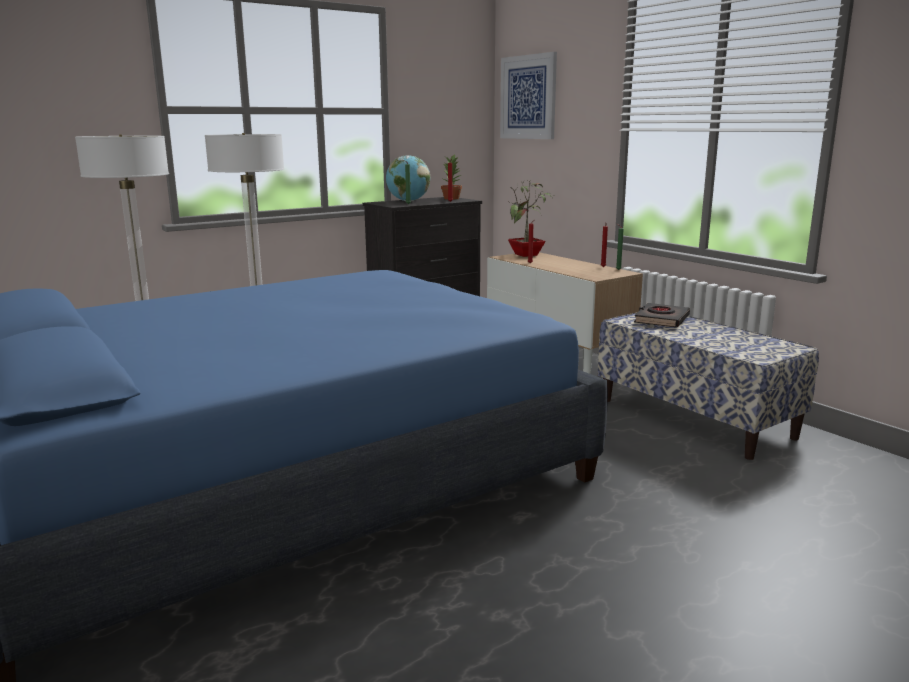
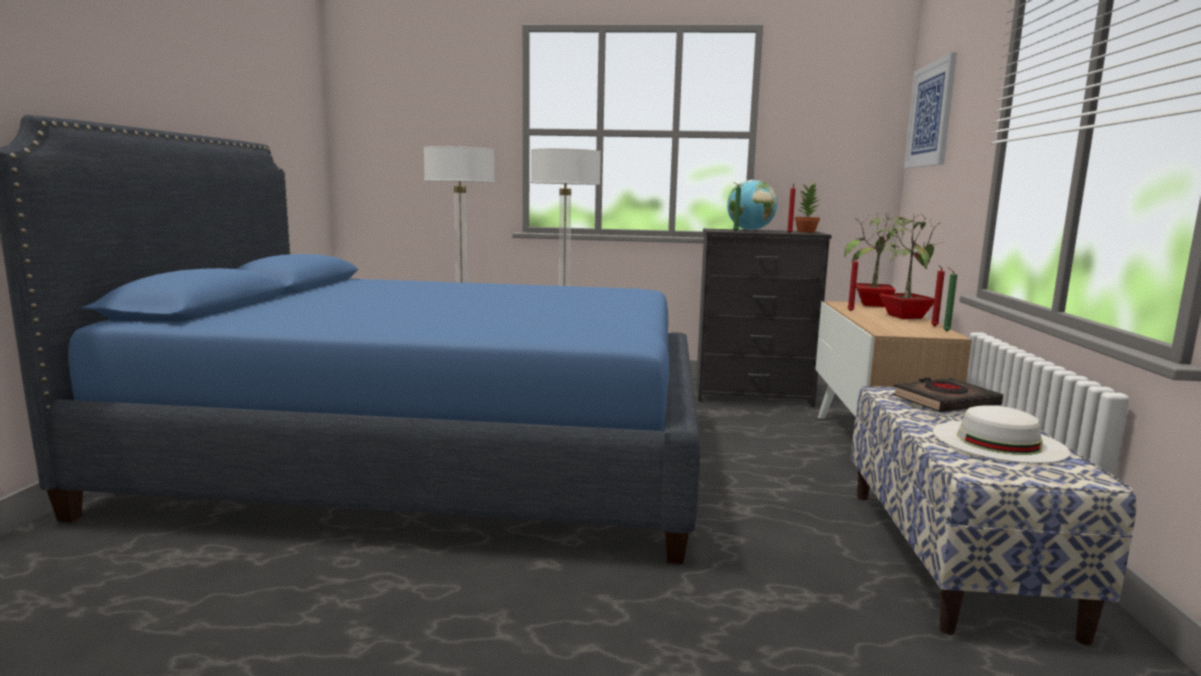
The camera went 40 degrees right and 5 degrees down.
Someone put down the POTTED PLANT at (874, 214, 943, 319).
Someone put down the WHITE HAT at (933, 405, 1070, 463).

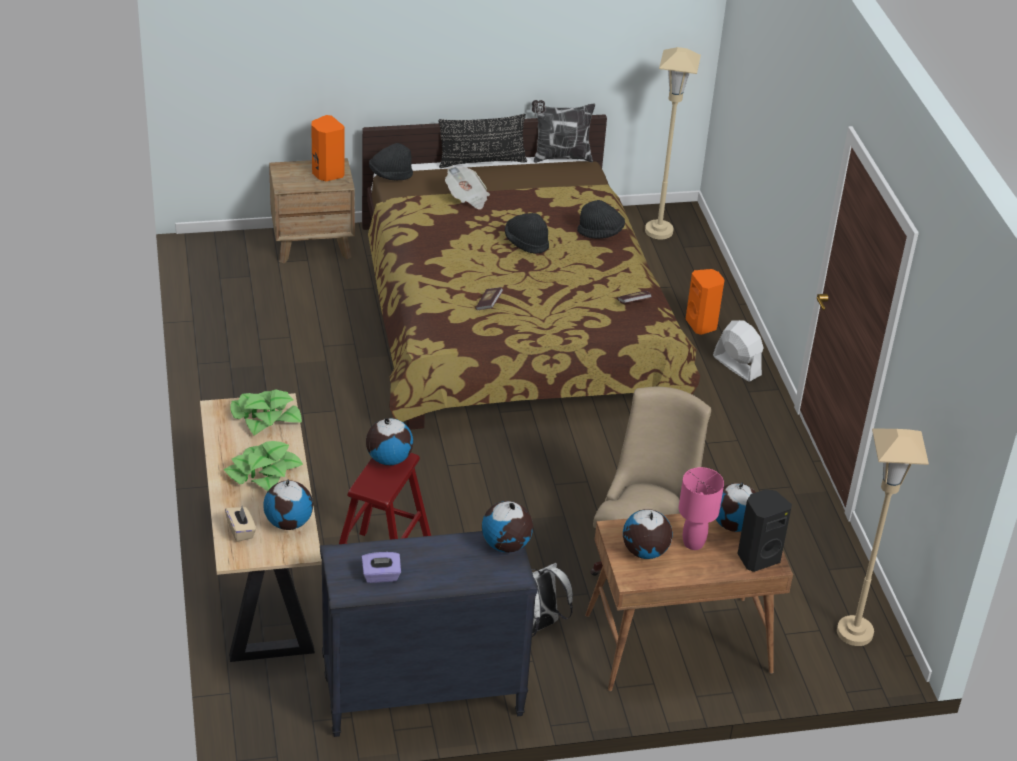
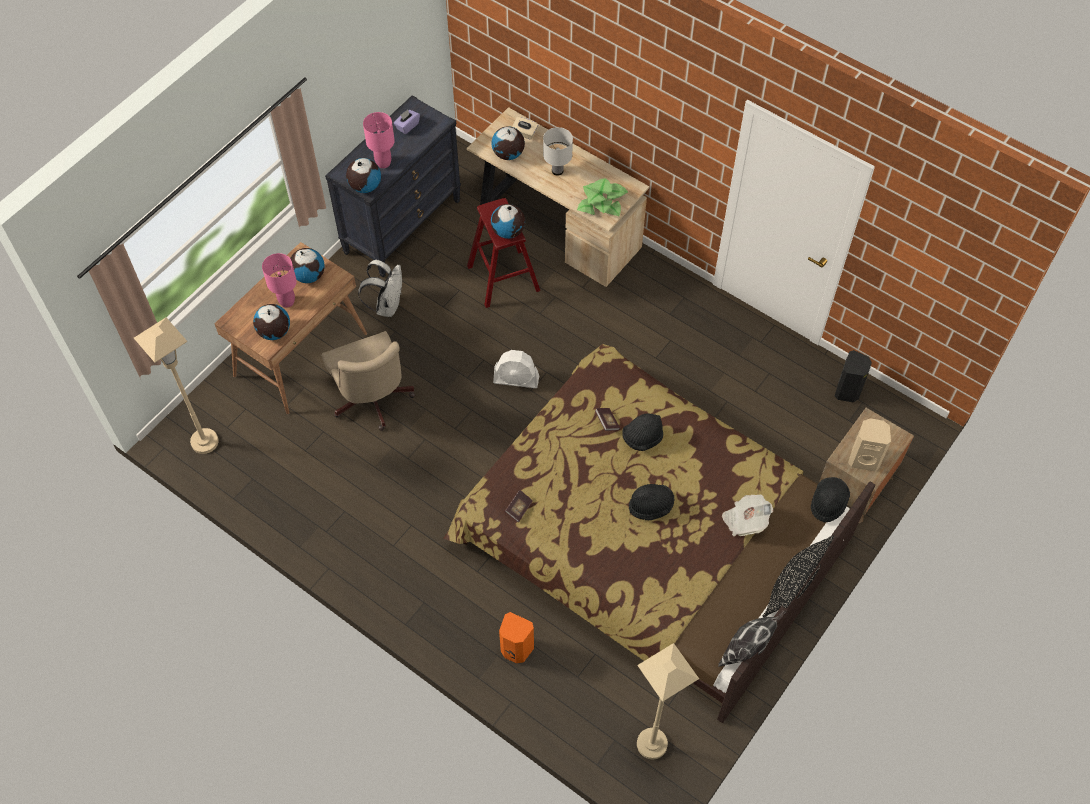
The camera went 140 degrees right and 20 degrees up.
Someone swapped the POTTED PLANT at (224, 441, 303, 491) for the WHITE TABLE LAMP at (543, 127, 573, 176).
Someone repainted the ORANGE SPEAKER at (311, 115, 345, 181), which became the BEIGE SPEAKER at (848, 418, 891, 471).
Someone carried the BLACK HAT from (577, 200, 625, 239) to (623, 413, 663, 451).
Someone carried the WHITE FAN from (713, 320, 764, 382) to (493, 350, 539, 388).
Someone carried the BLACK SPEAKER from (737, 489, 792, 572) to (835, 350, 872, 402).
Someone put down the PINK TABLE LAMP at (363, 112, 395, 168).

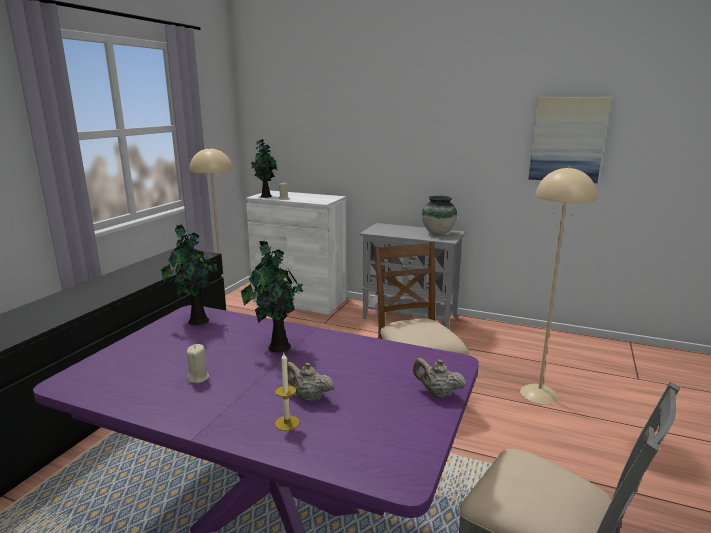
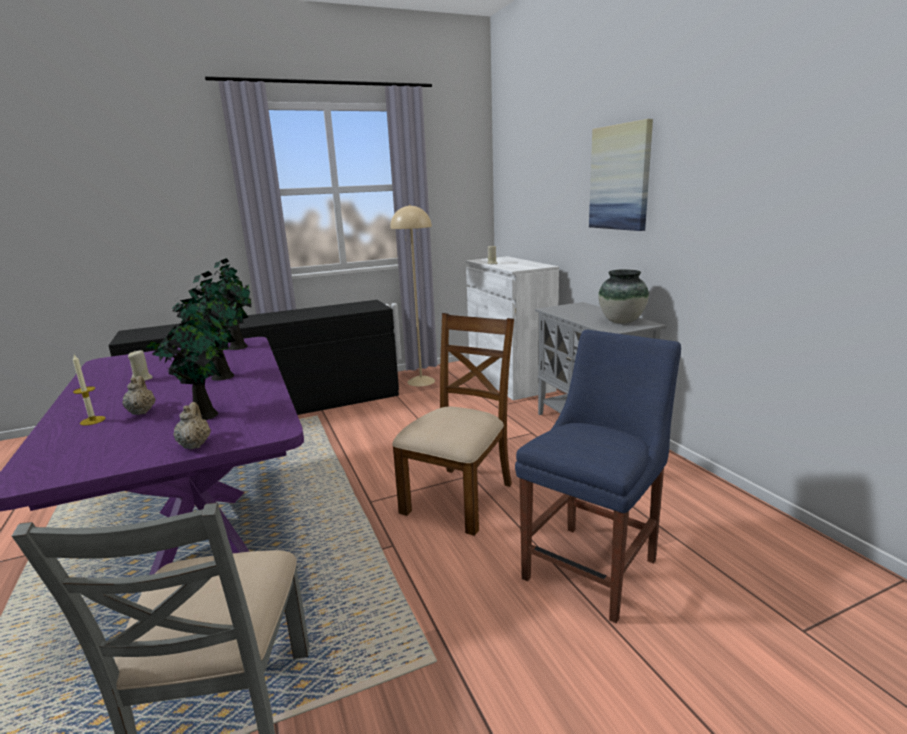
The camera went 45 degrees right and 0 degrees up.
Someone carried the POTTED PLANT from (251, 139, 278, 198) to (146, 288, 230, 420).
Someone swapped the BEIGE FLOOR LAMP at (520, 166, 597, 405) for the BLUE CHAIR at (515, 330, 681, 623).
Someone carried the PICTURE from (529, 97, 610, 183) to (589, 119, 653, 231).

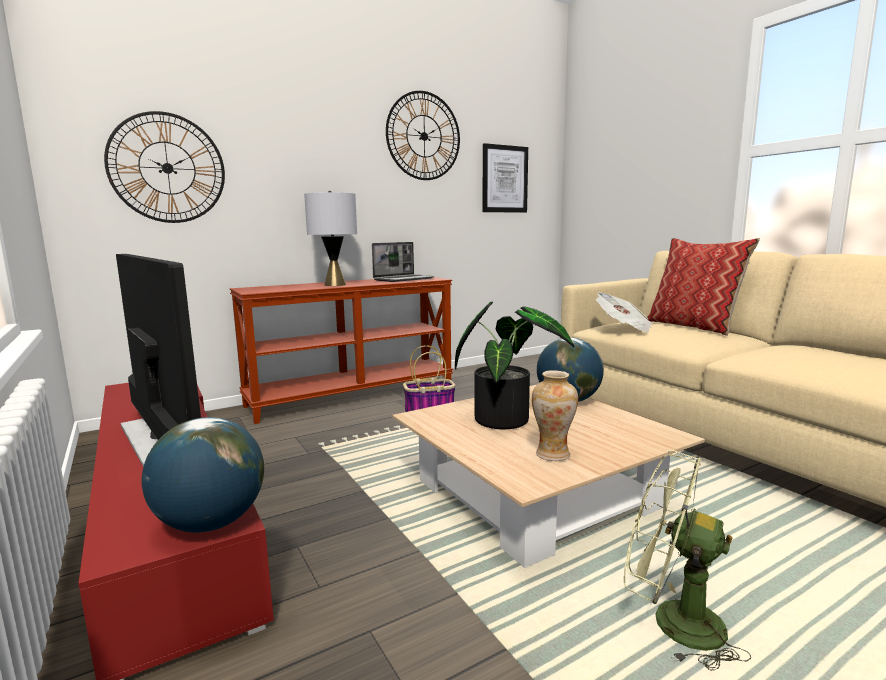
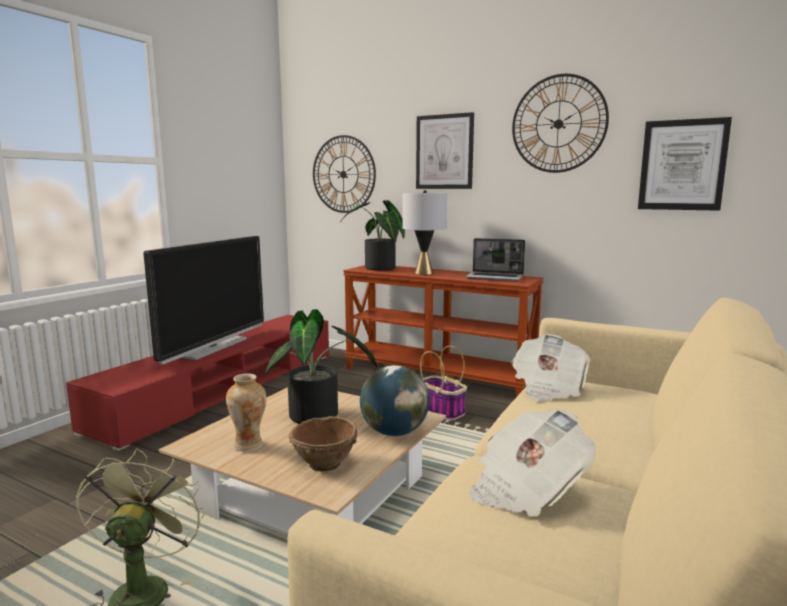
The camera went 60 degrees right and 0 degrees up.
Someone took away the GLOBE at (142, 417, 264, 532).
Someone took away the PILLOW at (647, 238, 760, 336).
Someone put down the BROWN BOWL at (289, 416, 358, 471).
Someone put down the POTTED PLANT at (340, 200, 405, 271).
Someone put up the PICTURE at (416, 112, 474, 189).
Someone put down the NEWSPAPER at (469, 410, 596, 517).

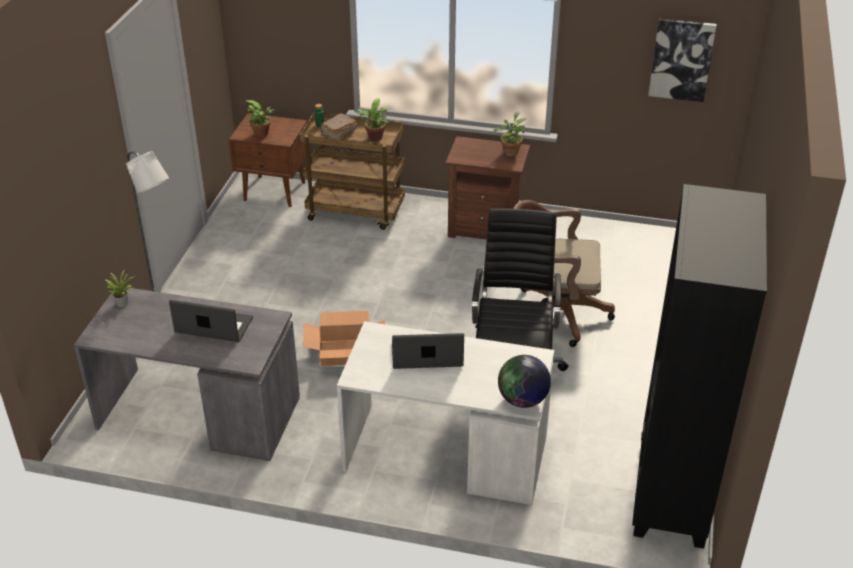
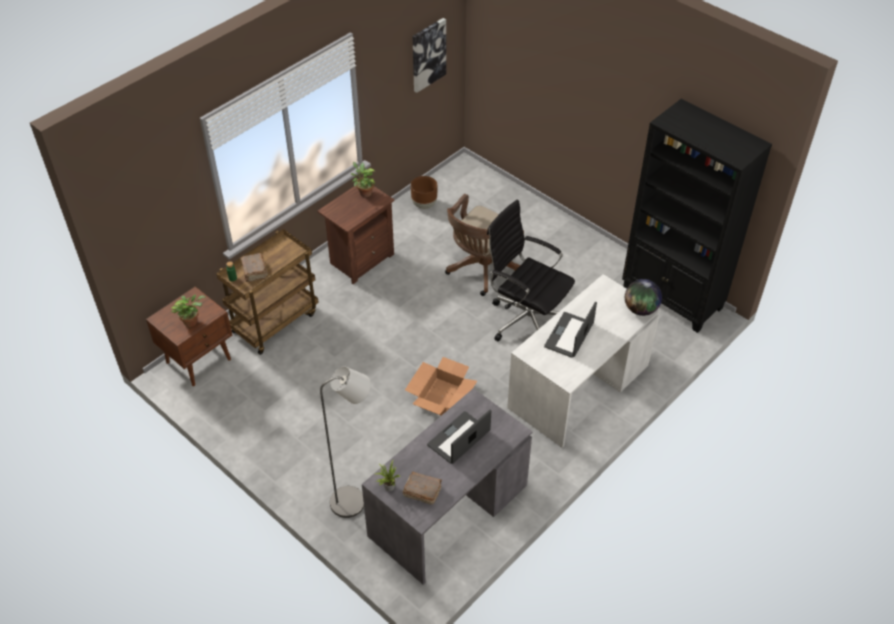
The camera went 60 degrees left and 10 degrees up.
Someone took away the POTTED PLANT at (356, 98, 389, 141).
Someone put down the BROWN BOOK at (403, 472, 442, 505).
Someone put down the BROWN PLANTER at (411, 176, 437, 209).

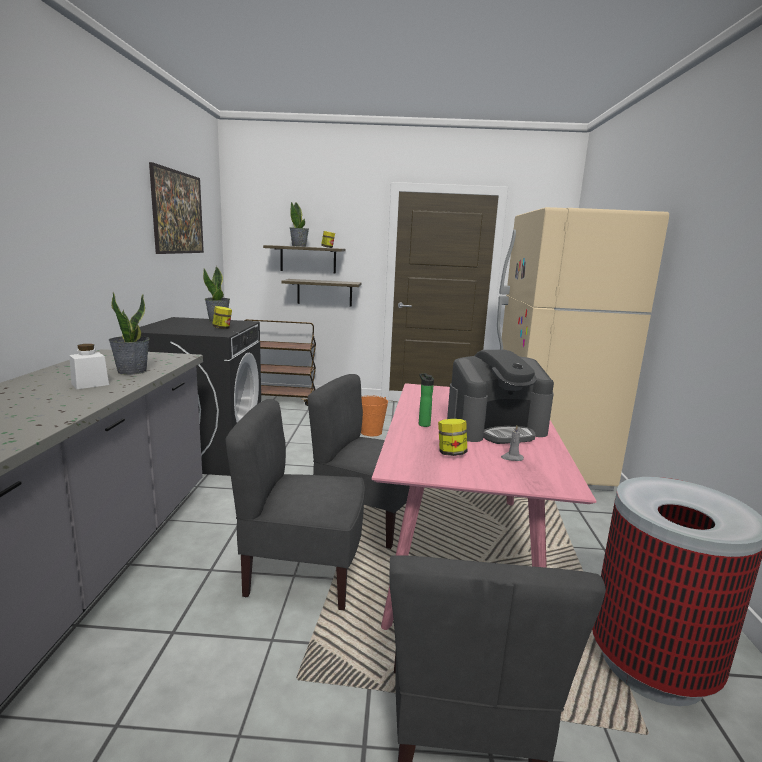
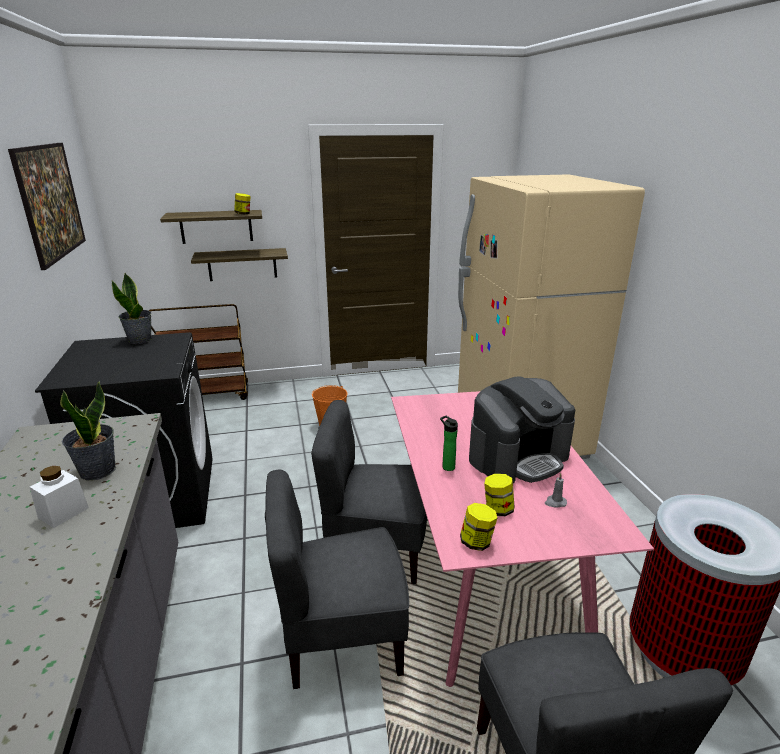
The camera went 15 degrees left and 10 degrees up.
Someone carried the JAR from (212, 306, 232, 329) to (460, 503, 497, 551).
Someone took away the POTTED PLANT at (290, 202, 309, 247).

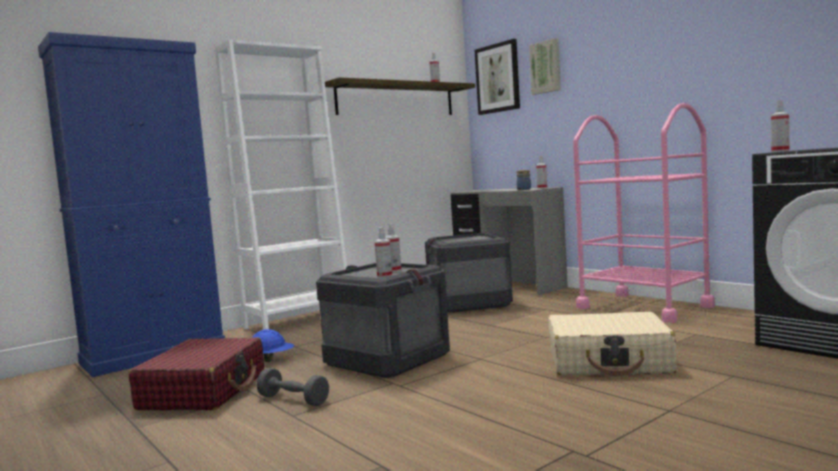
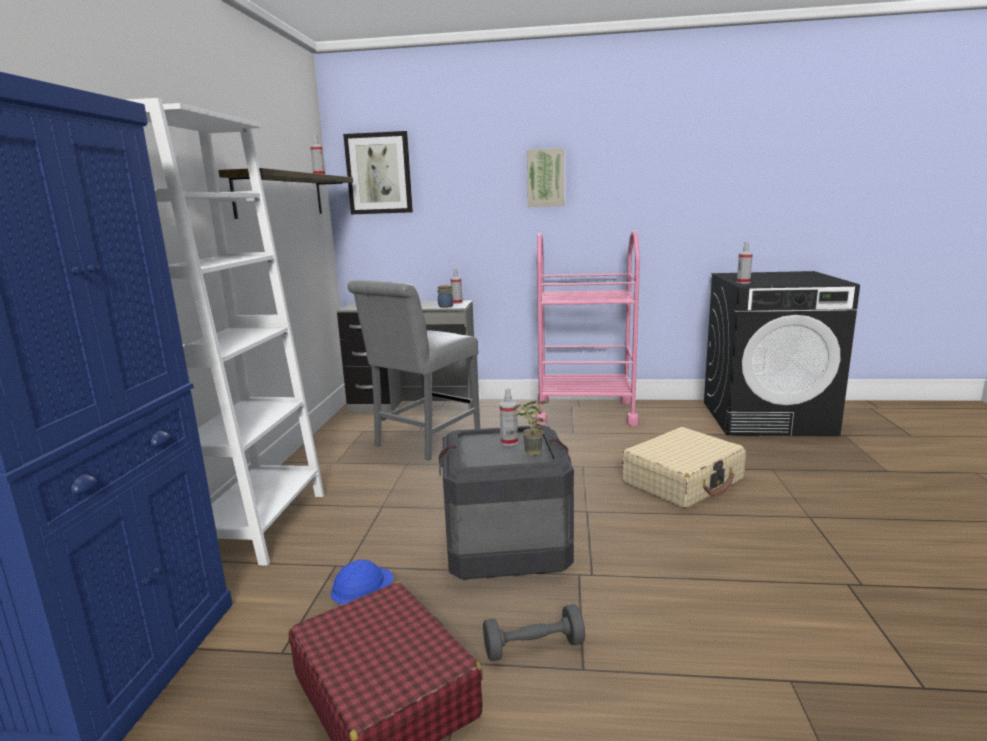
The camera went 45 degrees left and 10 degrees up.
Someone swapped the SPRAY BOTTLE at (374, 227, 392, 278) for the POTTED PLANT at (513, 400, 548, 456).
Someone swapped the CRATE at (425, 233, 513, 313) for the GREY CHAIR at (347, 280, 480, 461).
Someone carried the PICTURE from (529, 38, 561, 95) to (527, 148, 565, 207).

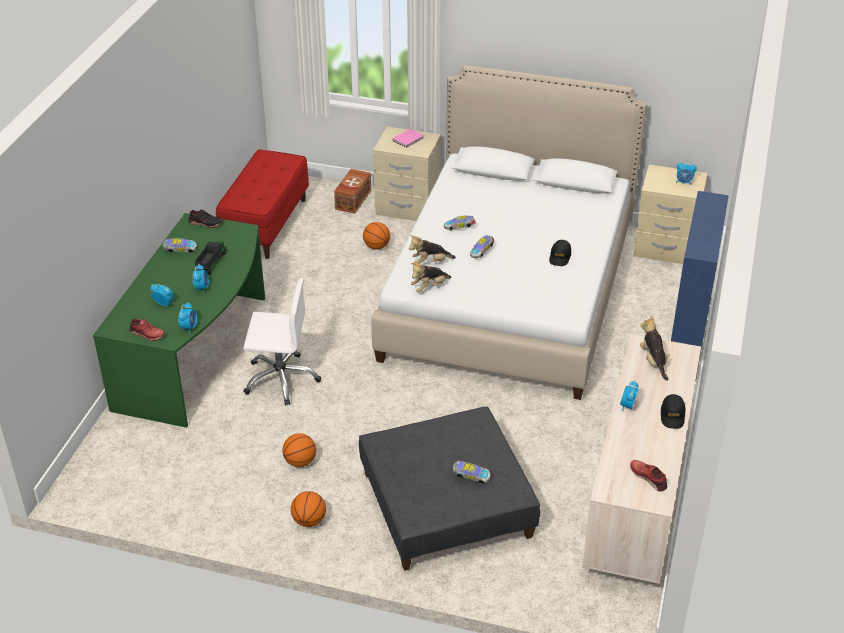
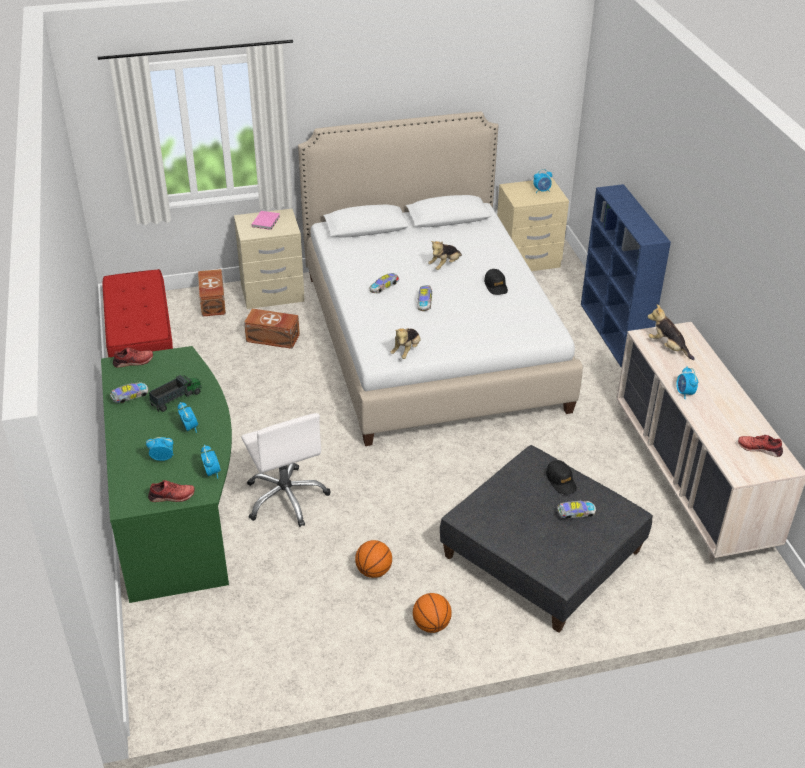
The camera went 30 degrees left and 0 degrees up.
Someone repainted the BLACK SHOE at (188, 210, 222, 228), which became the RED SHOE at (113, 348, 153, 368).
Someone rotated the TOY TRUCK at (195, 241, 227, 275) by 60 degrees clockwise.
Someone rotated the WHITE OFFICE CHAIR at (243, 278, 321, 406) by 90 degrees clockwise.
Someone swapped the BASKETBALL at (363, 222, 390, 250) for the BROWN STORAGE BOX at (244, 309, 300, 349).
Someone carried the PLUSH TOY from (409, 235, 456, 264) to (428, 241, 462, 270).
Someone carried the BLACK CAP from (661, 394, 686, 429) to (546, 460, 577, 494).

